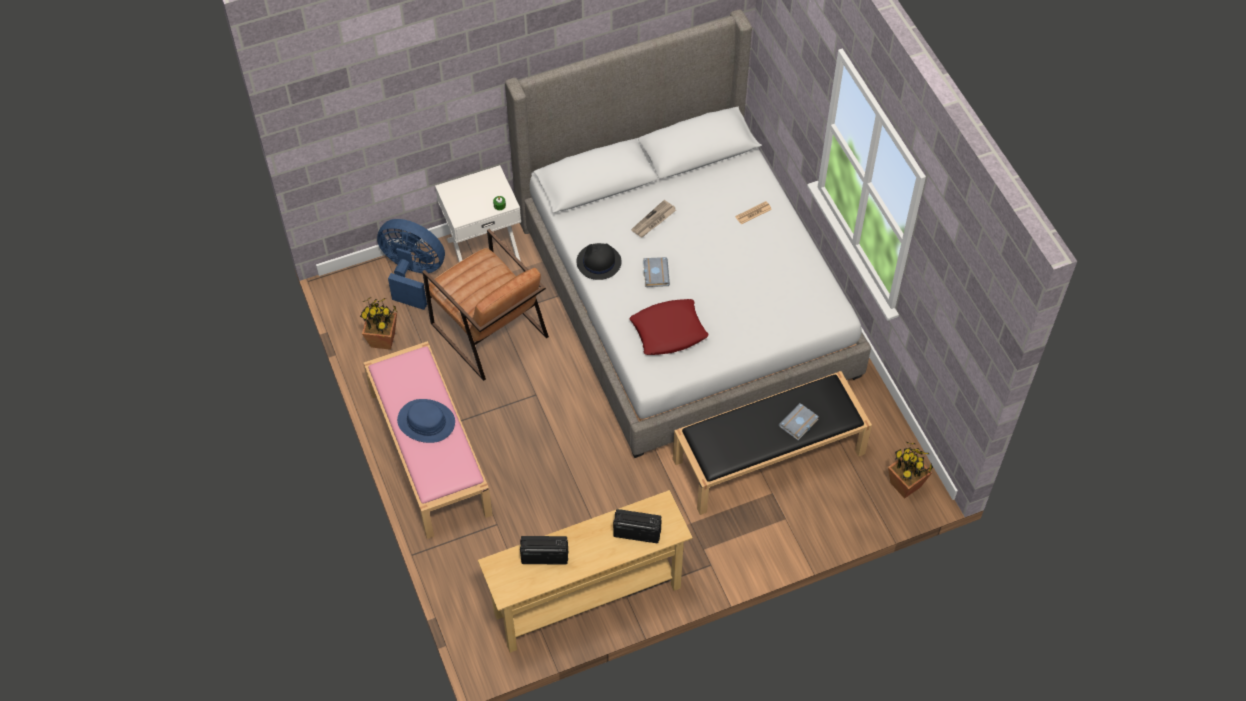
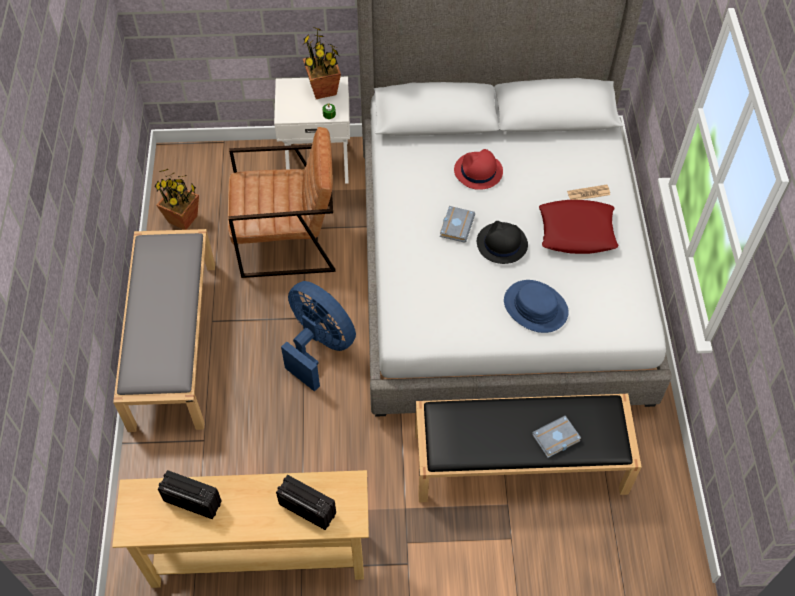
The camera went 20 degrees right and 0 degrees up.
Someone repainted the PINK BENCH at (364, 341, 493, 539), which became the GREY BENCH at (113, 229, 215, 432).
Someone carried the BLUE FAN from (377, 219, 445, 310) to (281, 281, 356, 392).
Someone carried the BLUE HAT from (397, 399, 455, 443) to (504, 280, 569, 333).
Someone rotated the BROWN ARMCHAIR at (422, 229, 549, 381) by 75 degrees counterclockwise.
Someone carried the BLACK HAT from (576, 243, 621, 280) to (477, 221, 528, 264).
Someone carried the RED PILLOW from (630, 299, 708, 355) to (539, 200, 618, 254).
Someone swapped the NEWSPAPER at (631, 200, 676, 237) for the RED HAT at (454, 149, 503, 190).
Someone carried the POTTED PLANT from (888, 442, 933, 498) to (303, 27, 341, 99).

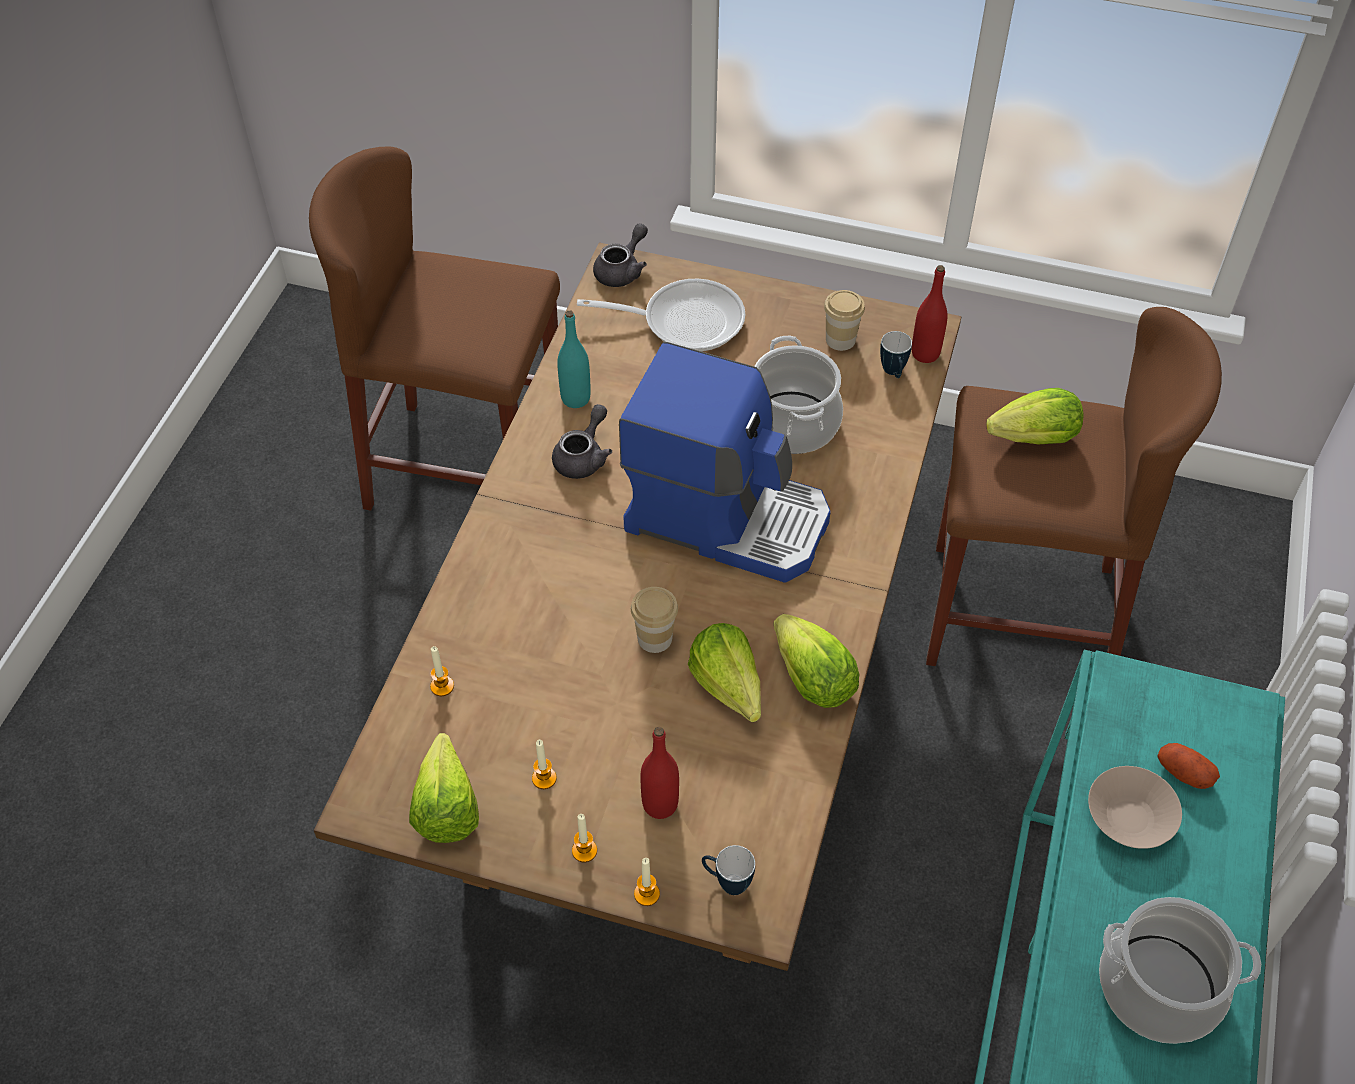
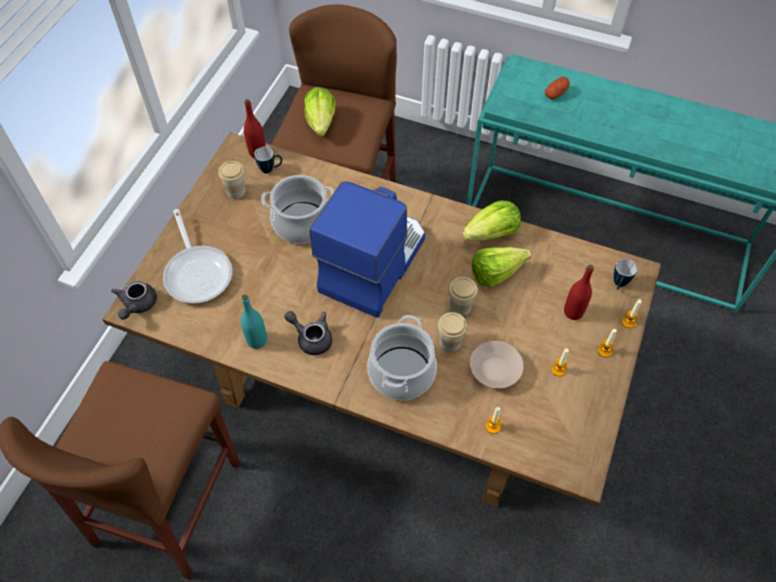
The camera went 85 degrees left and 5 degrees up.
Someone took away the LETTUCE at (409, 733, 479, 843).
Someone rotated the FRYING PAN at (577, 279, 745, 352) by 150 degrees clockwise.
Someone rotated the GREY TEAPOT at (593, 223, 648, 287) by 120 degrees counterclockwise.
Someone carried the BEIGE BOWL from (1088, 766, 1182, 849) to (470, 341, 524, 388).
Someone carried the COOKING POT from (1099, 897, 1261, 1044) to (367, 315, 437, 400).
Someone put down the CUP at (438, 312, 467, 352).

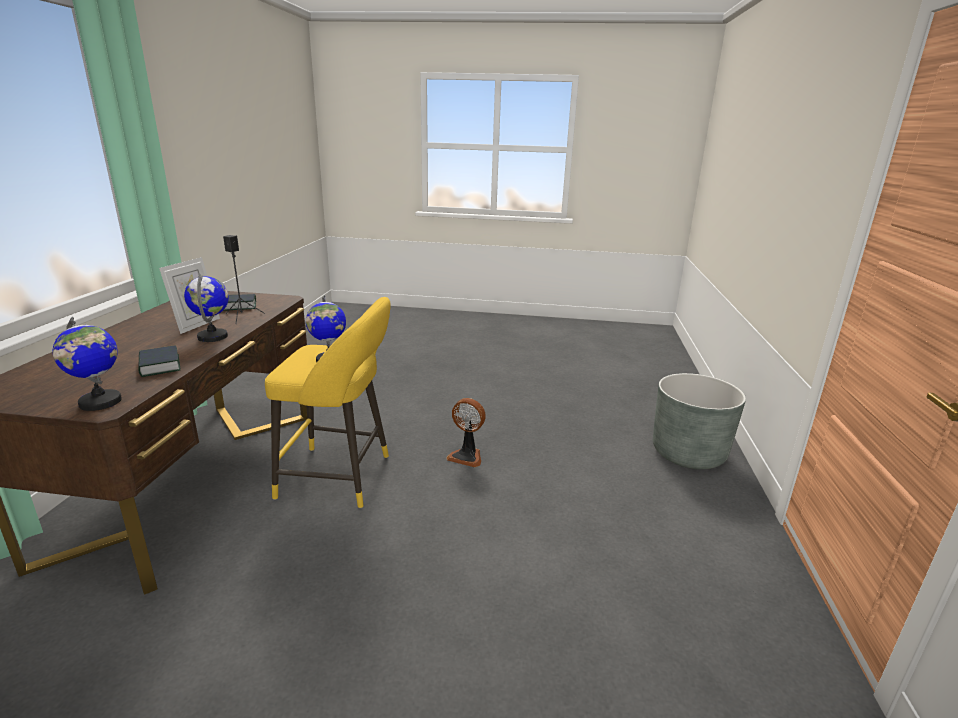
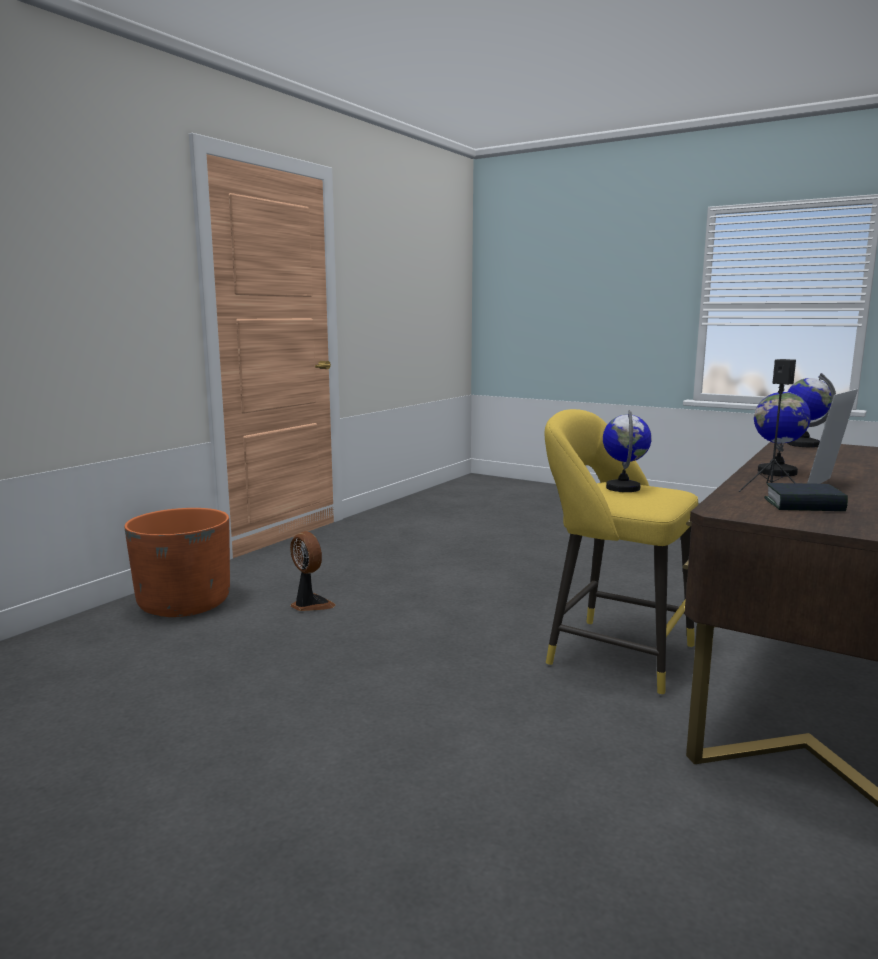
The camera went 155 degrees left and 10 degrees down.
Someone took away the BOOK at (138, 345, 181, 377).
Someone carried the FAN from (446, 398, 486, 467) to (290, 531, 335, 611).
Someone repainted the GREY PLANTER at (653, 373, 746, 469), which became the ORANGE PLANTER at (124, 508, 230, 617).

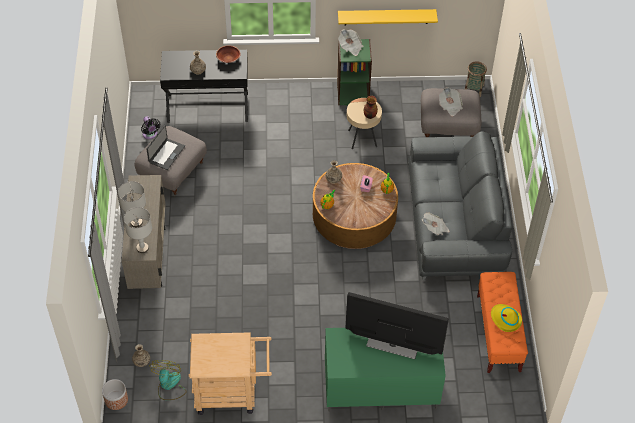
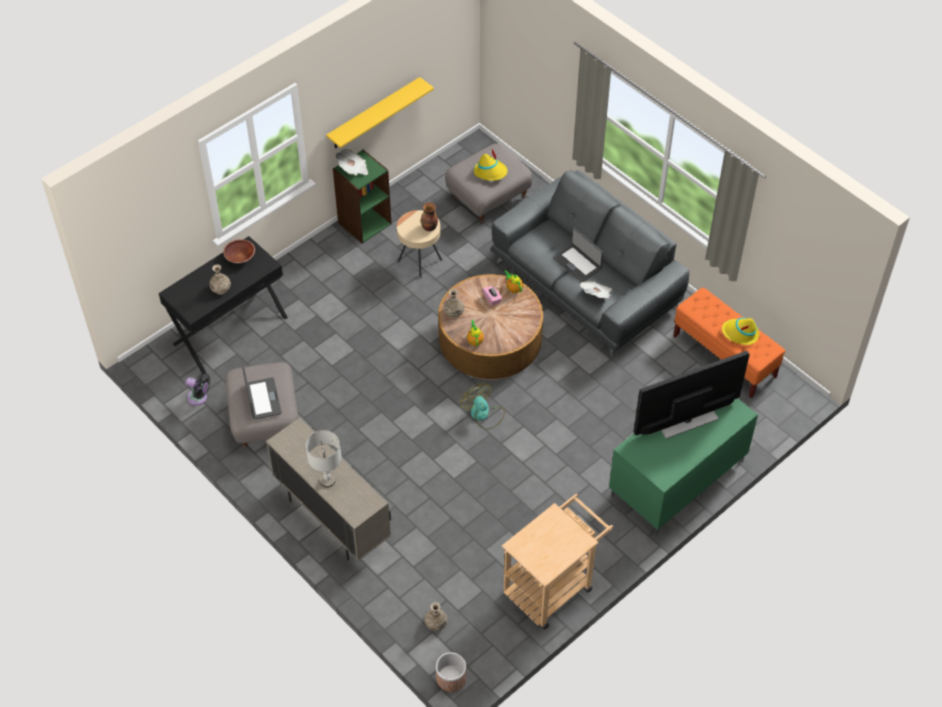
The camera went 40 degrees left and 0 degrees up.
Someone took away the GREY TABLE LAMP at (124, 207, 152, 253).
Someone carried the FAN from (150, 360, 187, 400) to (460, 383, 505, 430).
Someone swapped the NEWSPAPER at (439, 87, 463, 116) for the YELLOW HAT at (474, 149, 508, 181).
Someone took away the BASKET at (465, 61, 487, 97).
Someone put down the LAPTOP at (553, 227, 603, 282).

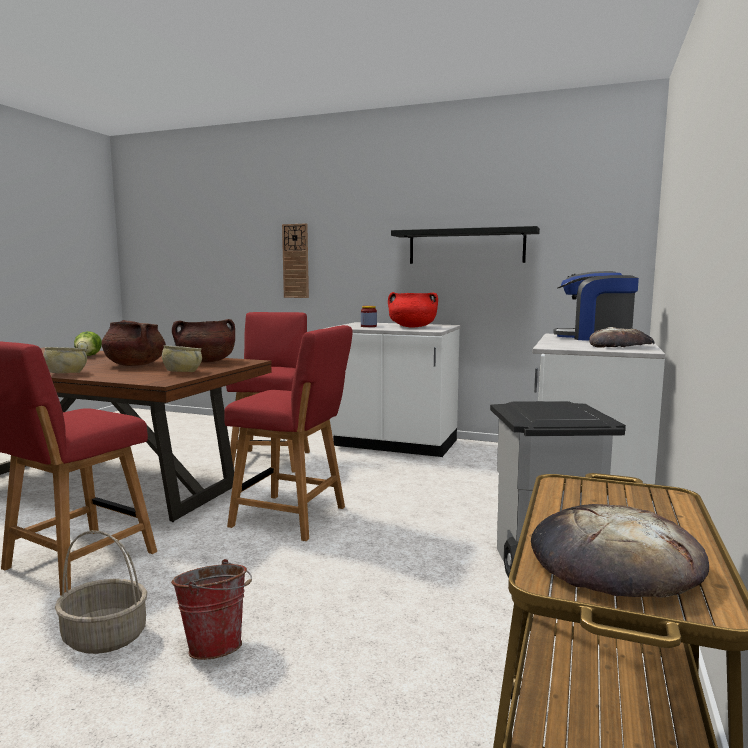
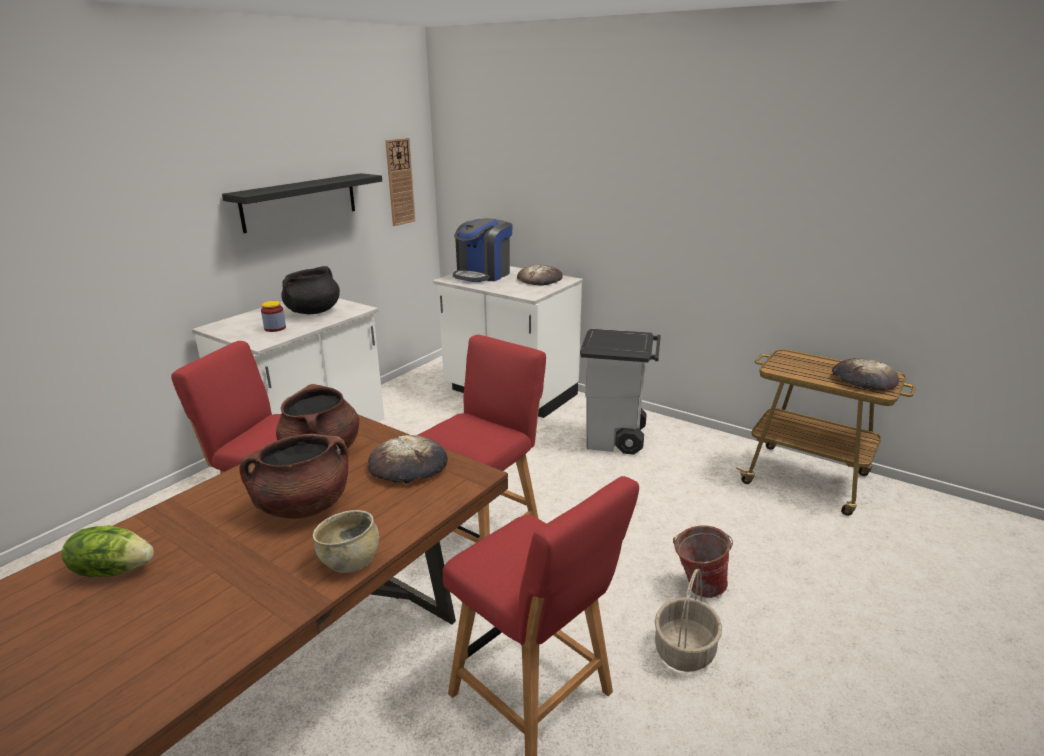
The camera went 75 degrees left and 15 degrees up.
Someone swapped the BEIGE BOWL at (162, 345, 202, 372) for the BREAD at (368, 435, 448, 484).
Someone carried the WALL CLOCK from (282, 223, 309, 298) to (385, 138, 415, 226).
Someone repainted the RED COOKING POT at (388, 292, 438, 328), which became the BLACK COOKING POT at (281, 266, 340, 314).

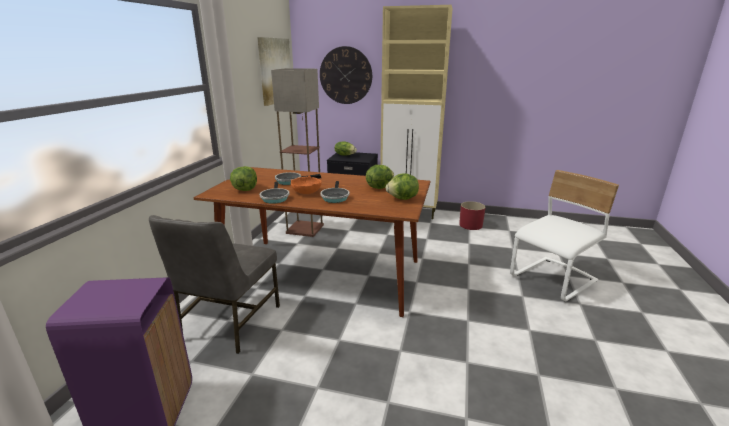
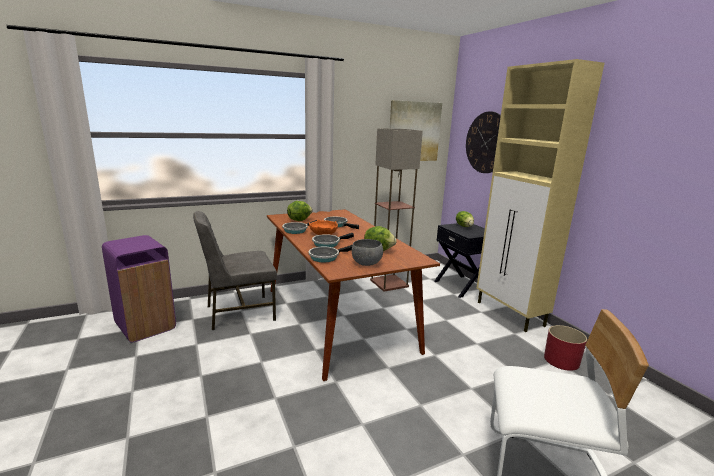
The camera went 50 degrees right and 5 degrees down.
Someone swapped the LETTUCE at (386, 173, 419, 200) for the GREY BOWL at (352, 239, 383, 266).
Someone put down the FRYING PAN at (308, 245, 352, 262).

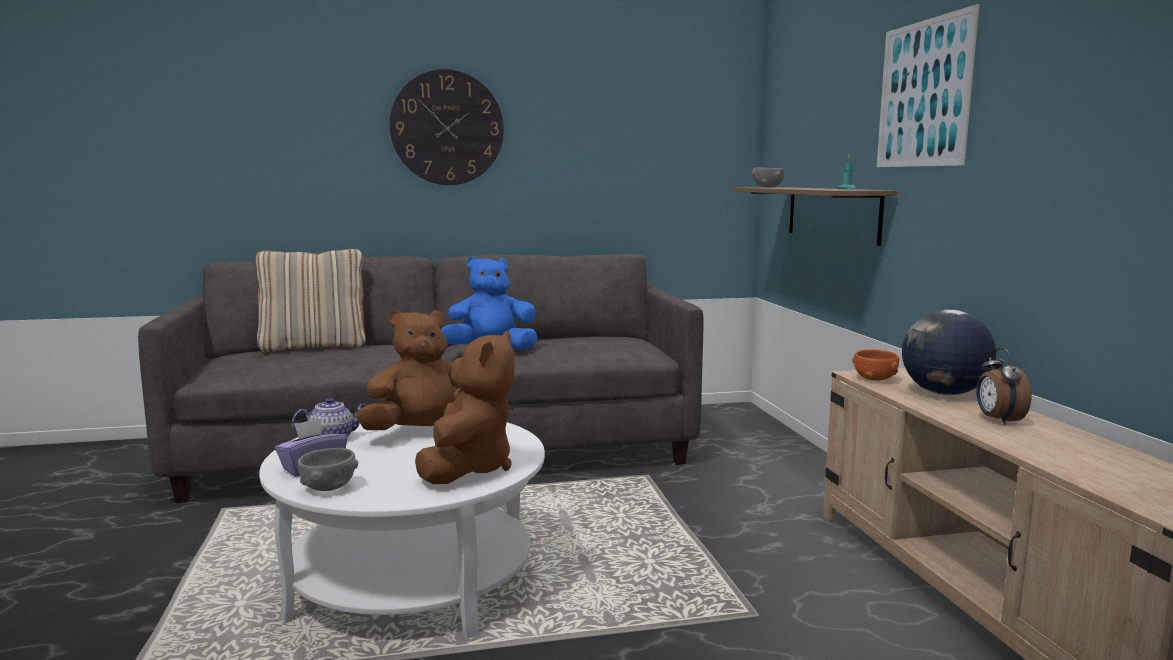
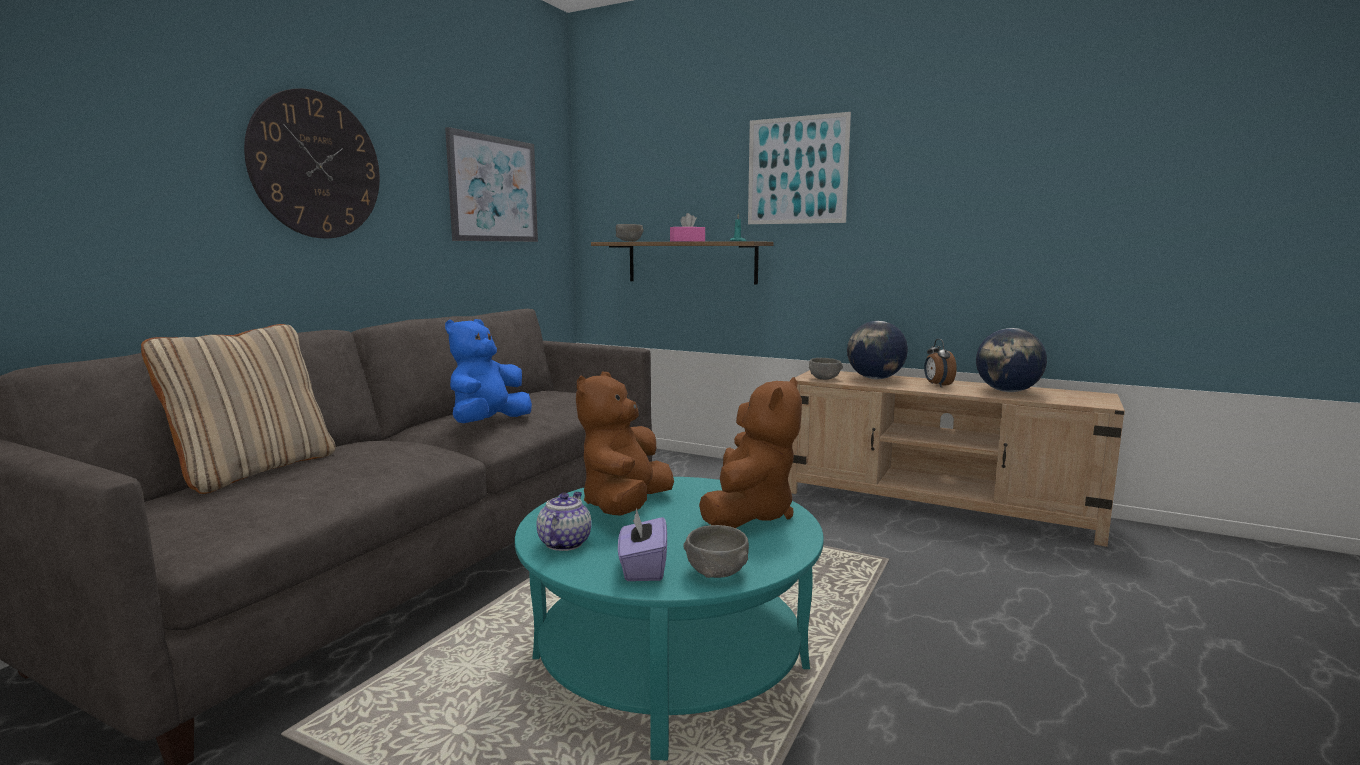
The camera went 50 degrees left and 0 degrees up.
Someone repainted the WHITE COFFEE TABLE at (259, 422, 545, 639), which became the TURQUOISE COFFEE TABLE at (515, 477, 824, 760).
Someone rotated the BROWN PLUSH TOY at (415, 331, 515, 484) by 60 degrees clockwise.
Someone repainted the ORANGE BOWL at (852, 349, 899, 381), which became the GREY BOWL at (809, 358, 843, 380).
Someone rotated the ALARM CLOCK at (976, 348, 1032, 425) by 45 degrees clockwise.
Someone put up the PICTURE at (445, 127, 538, 242).
Someone put down the PINK TISSUE BOX at (670, 213, 705, 242).
Someone put down the GLOBE at (976, 328, 1047, 392).

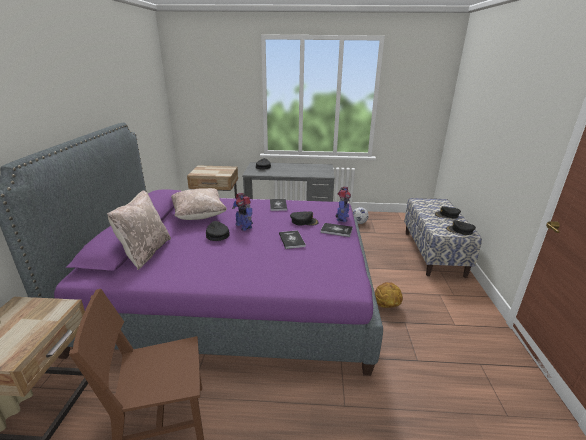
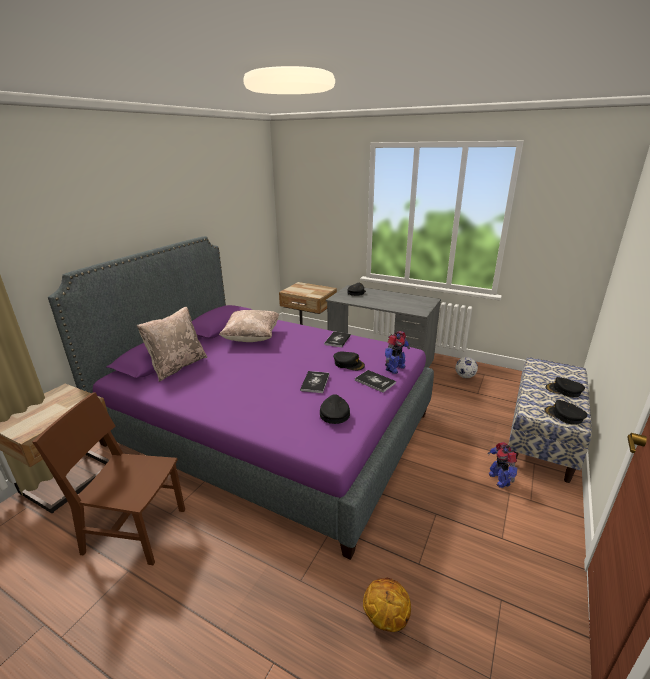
The camera went 25 degrees right and 0 degrees up.
Someone carried the BLACK CAP from (206, 221, 230, 241) to (320, 394, 350, 424).
Someone carried the TOY ROBOT from (232, 193, 253, 231) to (488, 442, 517, 488).
Someone carried the BASKETBALL from (375, 282, 403, 308) to (363, 578, 411, 632).

